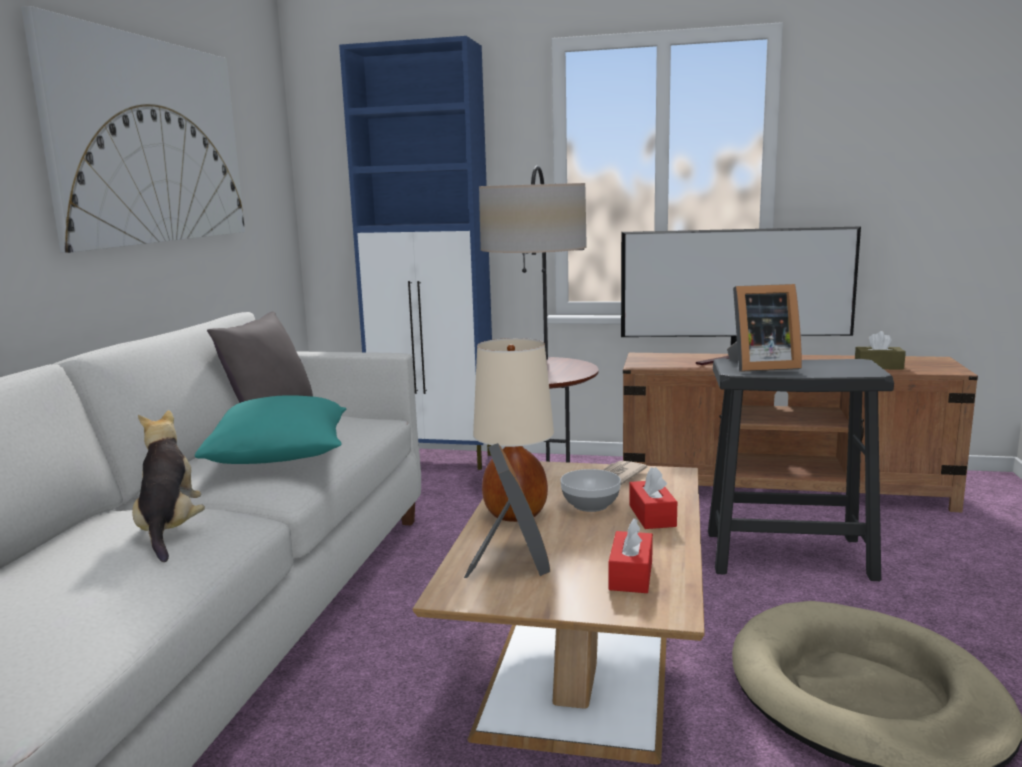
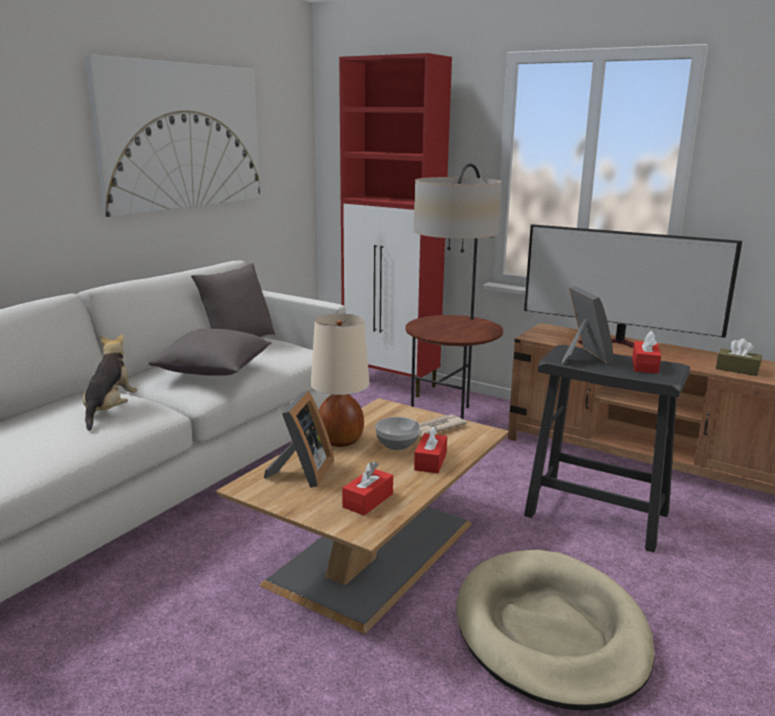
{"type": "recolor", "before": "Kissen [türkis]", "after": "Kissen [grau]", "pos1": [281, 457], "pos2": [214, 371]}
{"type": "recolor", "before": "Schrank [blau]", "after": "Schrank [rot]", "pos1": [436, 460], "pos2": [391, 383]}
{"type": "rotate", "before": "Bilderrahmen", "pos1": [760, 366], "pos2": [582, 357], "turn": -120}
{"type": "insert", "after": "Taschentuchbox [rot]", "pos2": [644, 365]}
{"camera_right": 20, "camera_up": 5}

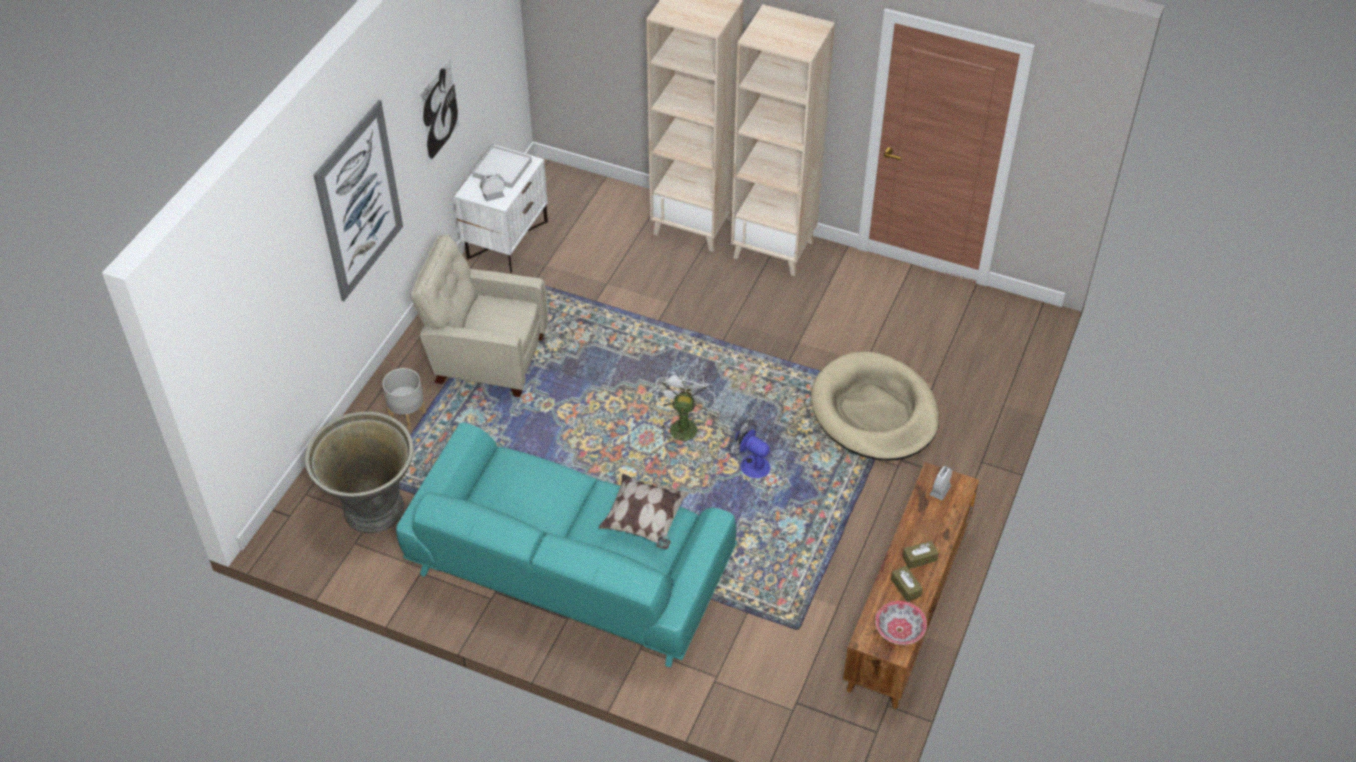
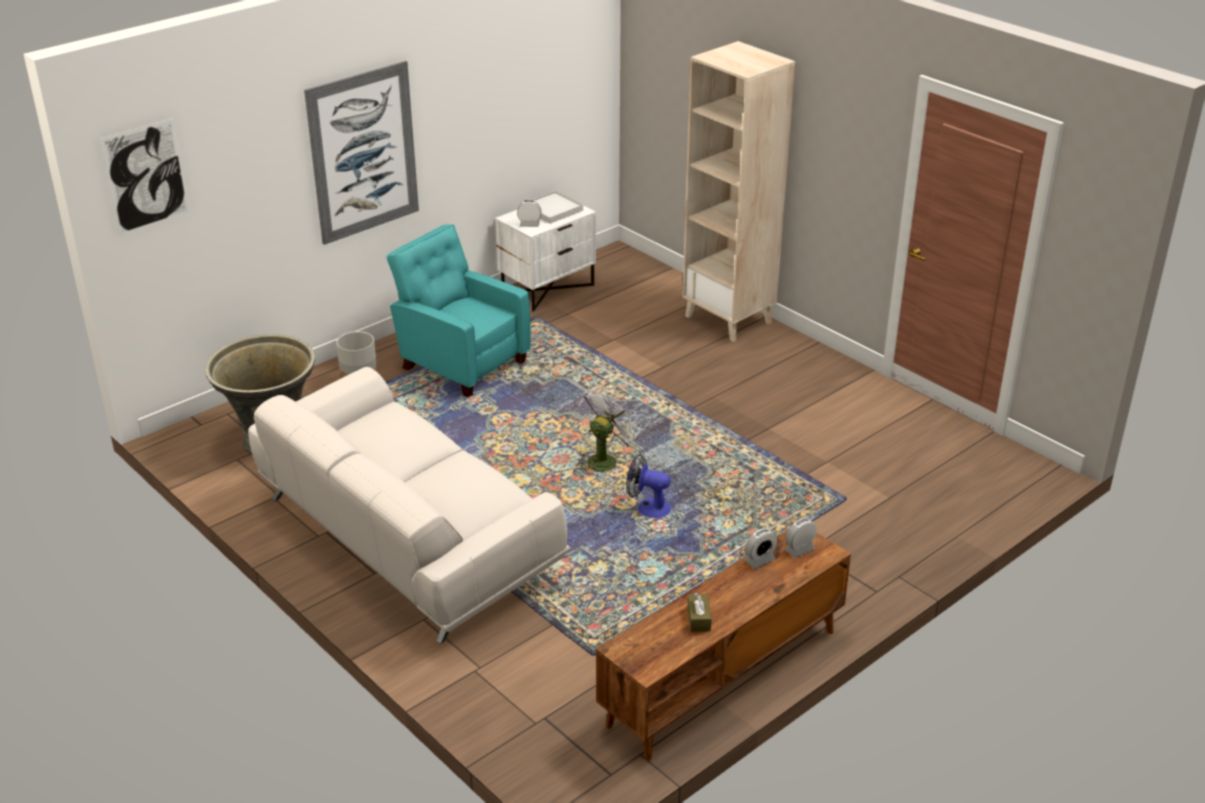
{"type": "recolor", "before": "Sofa [türkis]", "after": "Sofa [weiß]", "pos1": [569, 571], "pos2": [406, 537]}
{"type": "recolor", "before": "Sessel [beige]", "after": "Sessel [türkis]", "pos1": [486, 358], "pos2": [461, 363]}
{"type": "move", "before": "Bild", "pos1": [439, 110], "pos2": [146, 176]}
{"type": "delete", "before": "Kissen", "pos1": [644, 521]}
{"type": "rotate", "before": "Ventilator", "pos1": [750, 464], "pos2": [647, 507], "turn": -45}
{"type": "delete", "before": "Bücherregal [beige]", "pos1": [774, 249]}
{"type": "delete", "before": "Hundebett [beige]", "pos1": [874, 411]}
{"type": "delete", "before": "Schüssel", "pos1": [899, 629]}
{"type": "delete", "before": "Taschentuchbox [braun]", "pos1": [919, 558]}
{"type": "insert", "after": "Wecker", "pos2": [759, 560]}
{"camera_right": 25, "camera_up": -15}

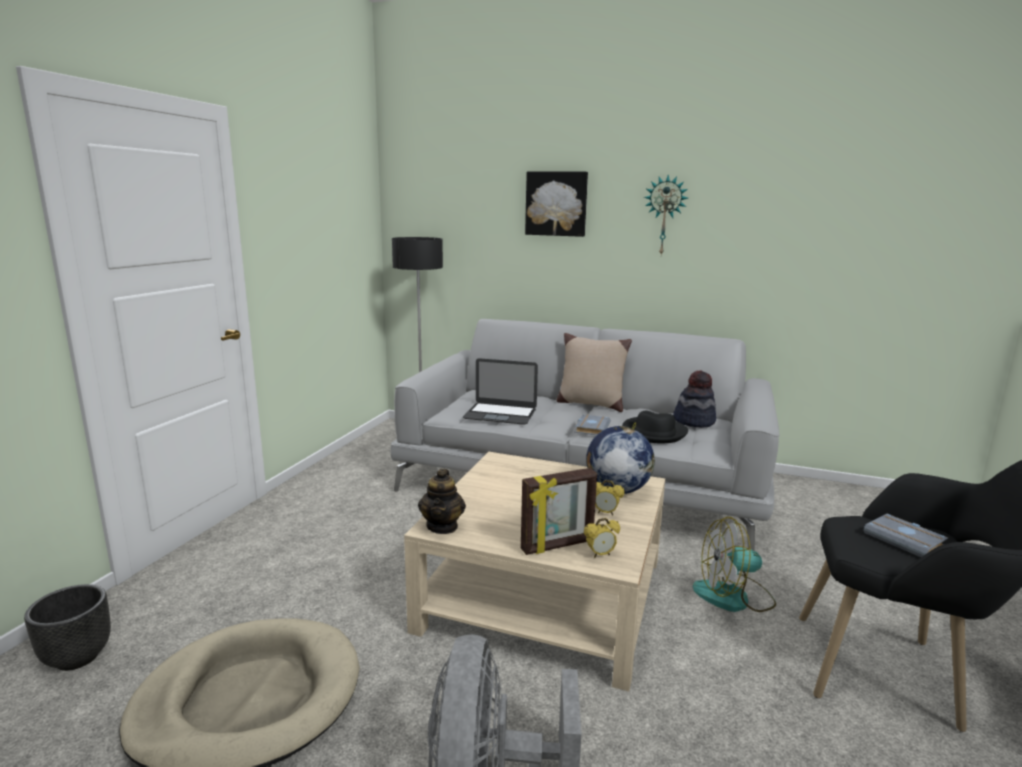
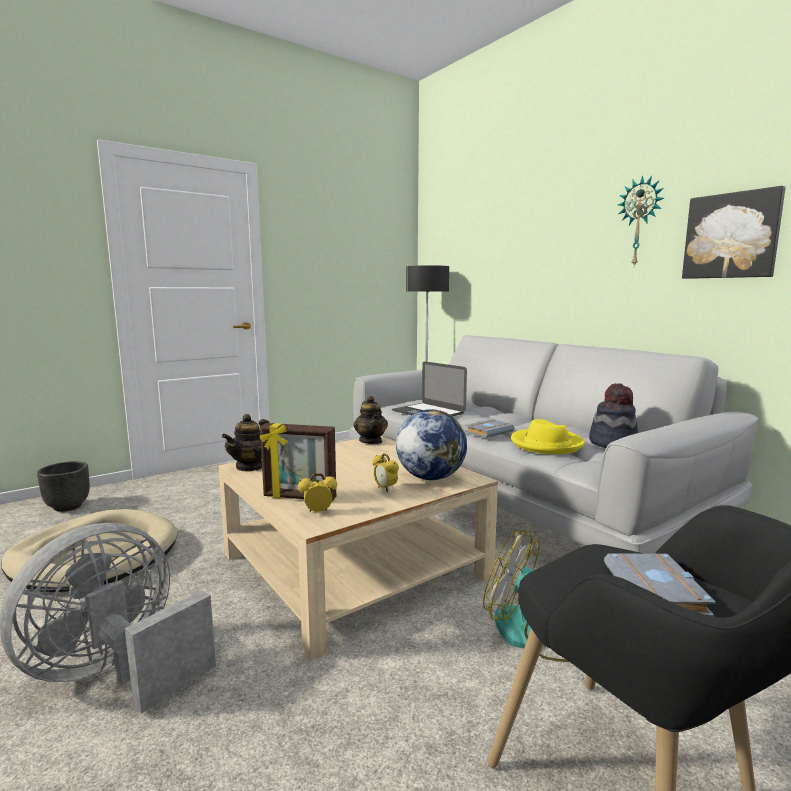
{"type": "move", "before": "Bild", "pos1": [556, 204], "pos2": [731, 236]}
{"type": "delete", "before": "Kissen [beige]", "pos1": [590, 404]}
{"type": "rotate", "before": "Wecker", "pos1": [600, 554], "pos2": [318, 512], "turn": 150}
{"type": "recolor", "before": "Hut [schwarz]", "after": "Hut [gelb]", "pos1": [653, 432], "pos2": [546, 444]}
{"type": "insert", "after": "Teekanne", "pos2": [371, 441]}
{"camera_right": 35, "camera_up": -5}

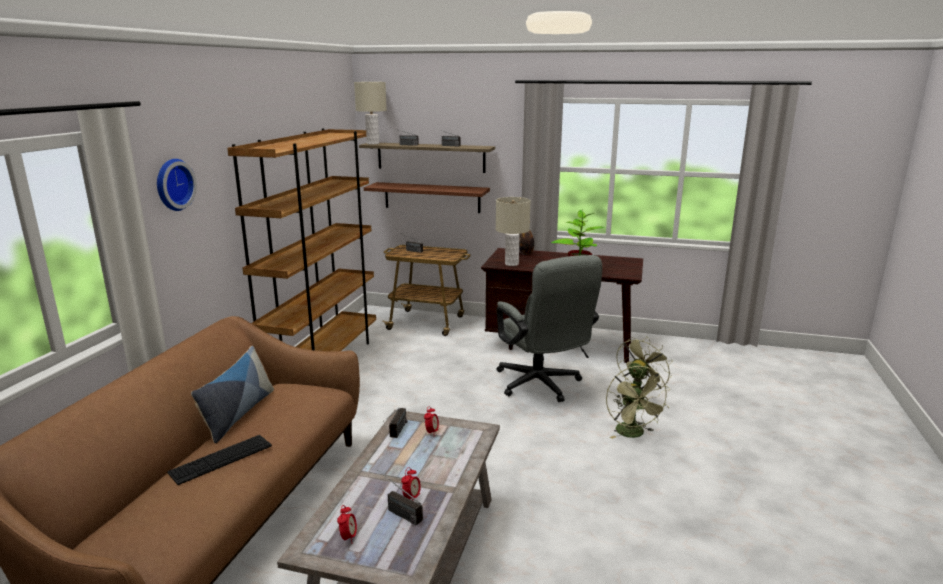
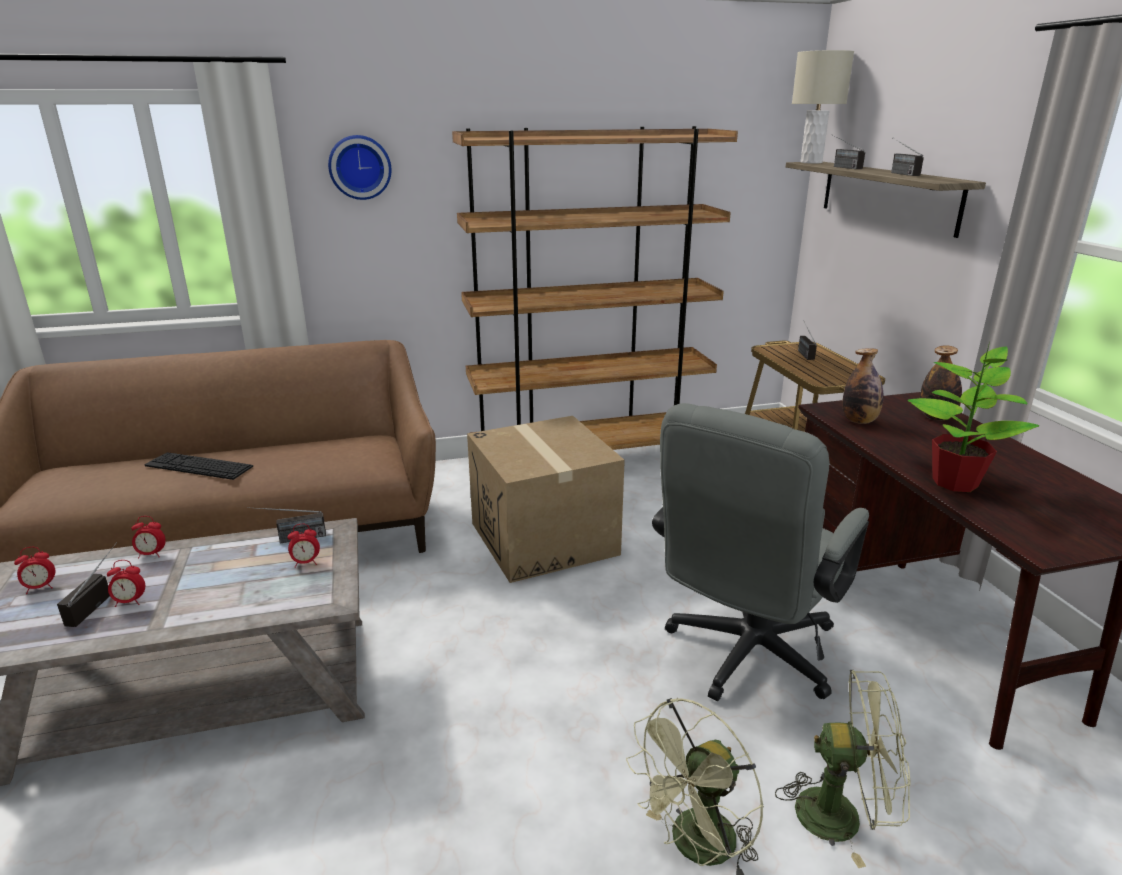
{"type": "delete", "before": "Kissen", "pos1": [238, 414]}
{"type": "delete", "before": "Wandregal [braun]", "pos1": [432, 197]}
{"type": "replace", "before": "Tischlampe [beige]", "after": "Flasche", "pos1": [512, 264], "pos2": [859, 421]}
{"type": "insert", "after": "Wecker", "pos2": [152, 554]}
{"type": "insert", "after": "Karton", "pos2": [544, 539]}
{"camera_right": 60, "camera_up": 5}

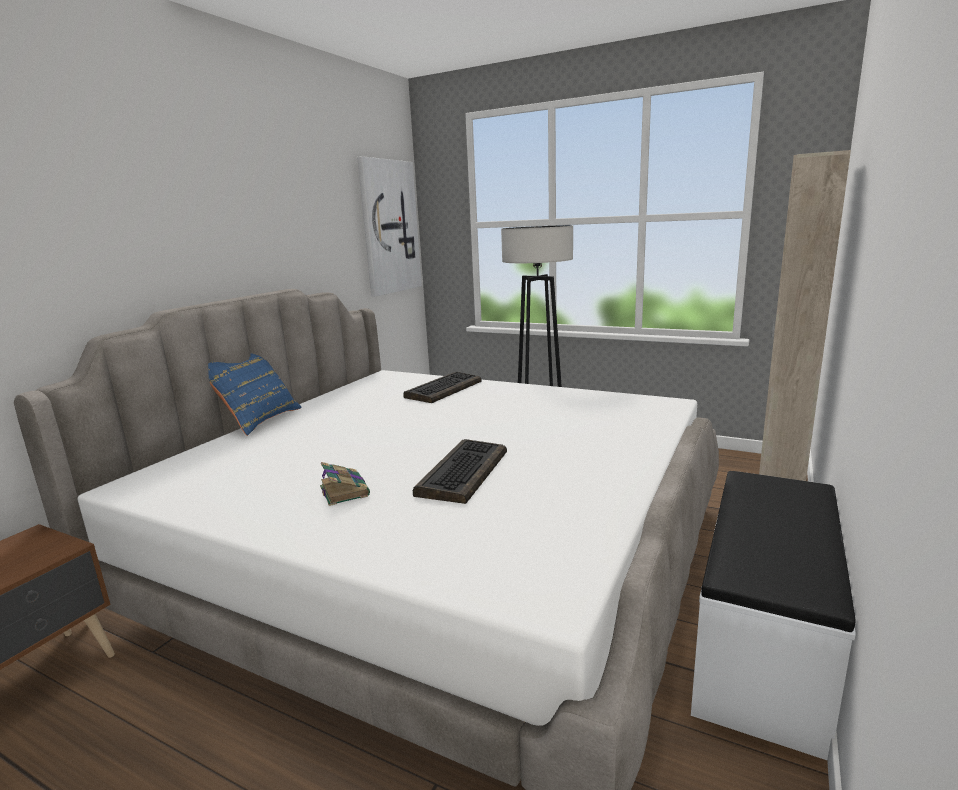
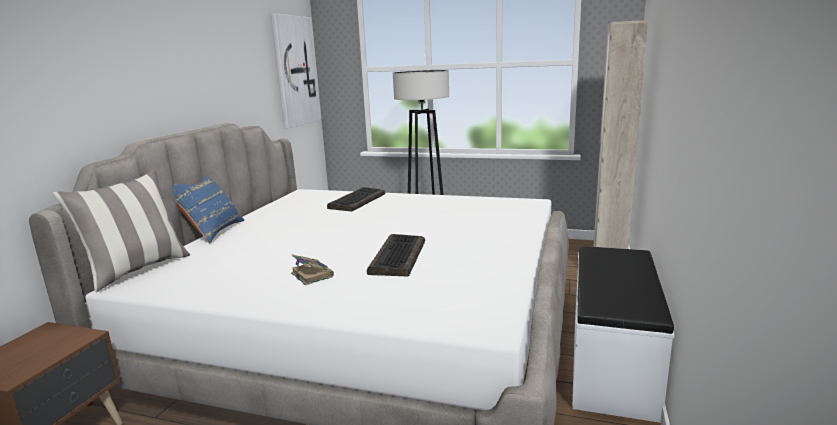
{"type": "insert", "after": "Kissen", "pos2": [137, 270]}
{"camera_right": -10, "camera_up": 0}

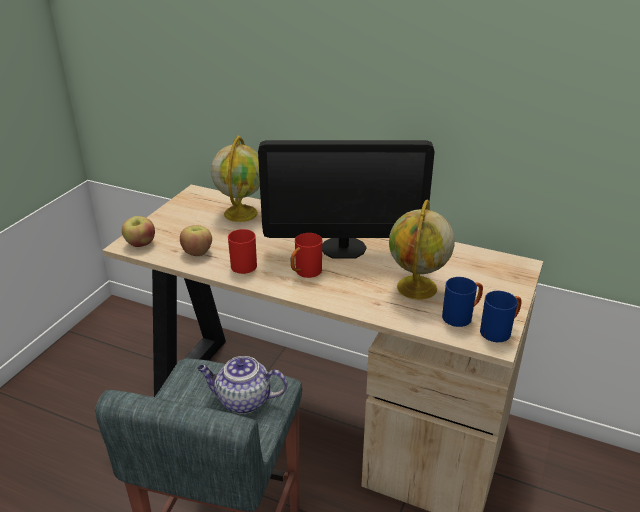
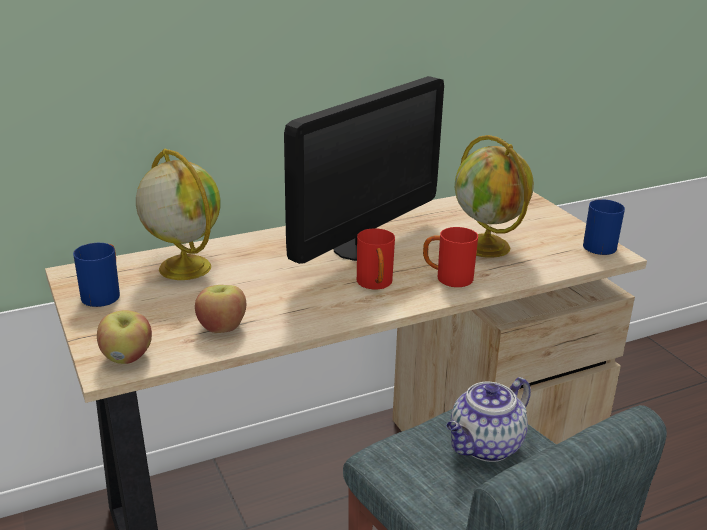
{"type": "move", "before": "Henkelbecher [rot]", "pos1": [241, 264], "pos2": [447, 278]}
{"type": "move", "before": "Henkelbecher [blau]", "pos1": [461, 316], "pos2": [104, 294]}
{"camera_right": -50, "camera_up": -5}

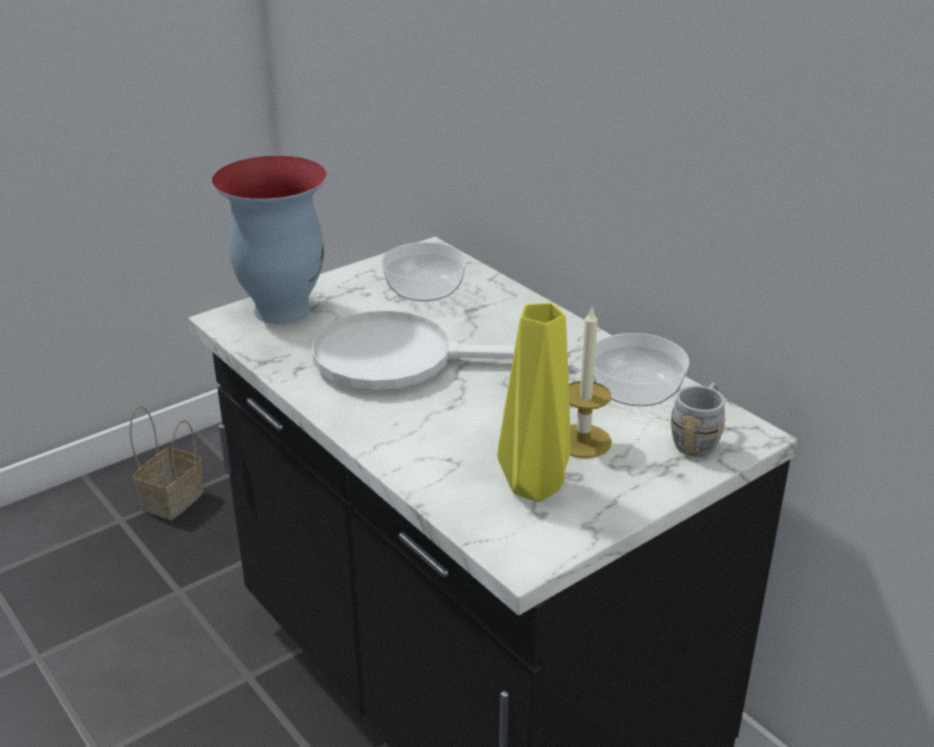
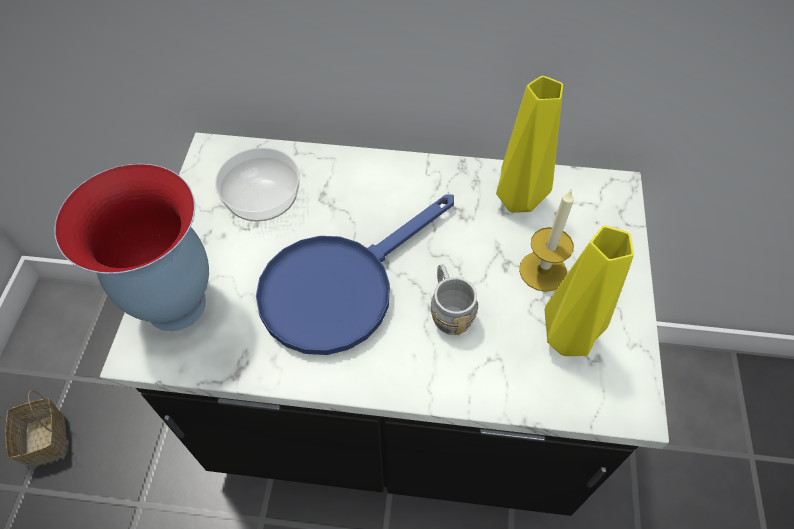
{"type": "recolor", "before": "Pfanne [weiß]", "after": "Pfanne [blau]", "pos1": [404, 360], "pos2": [340, 286]}
{"type": "replace", "before": "Schüssel", "after": "Vase [gelb]", "pos1": [634, 391], "pos2": [516, 199]}
{"type": "move", "before": "Henkelbecher [grau]", "pos1": [698, 439], "pos2": [448, 310]}
{"camera_right": -45, "camera_up": 25}

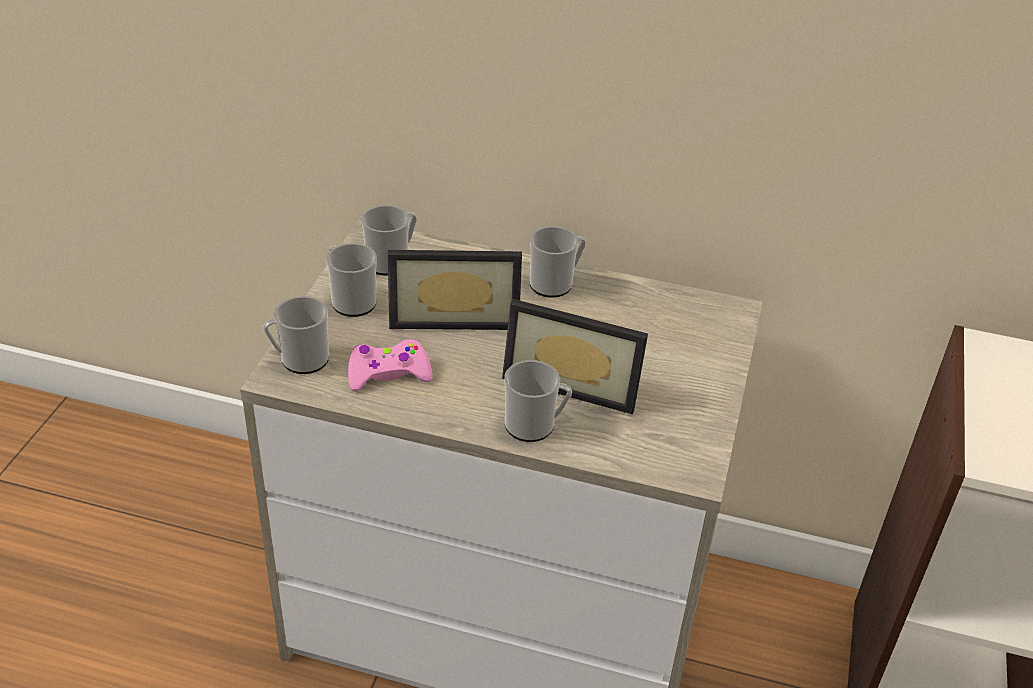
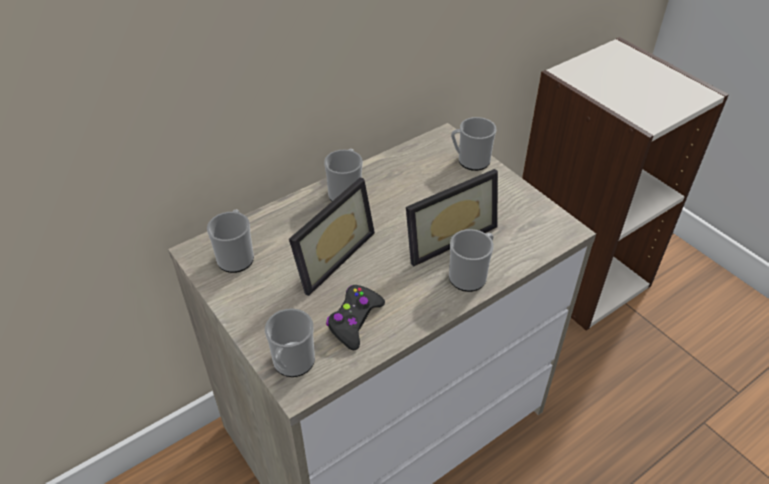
{"type": "move", "before": "Henkelbecher", "pos1": [351, 300], "pos2": [470, 161]}
{"type": "recolor", "before": "Gamepad [rosa]", "after": "Gamepad [schwarz]", "pos1": [388, 373], "pos2": [354, 321]}
{"camera_right": -50, "camera_up": 5}

